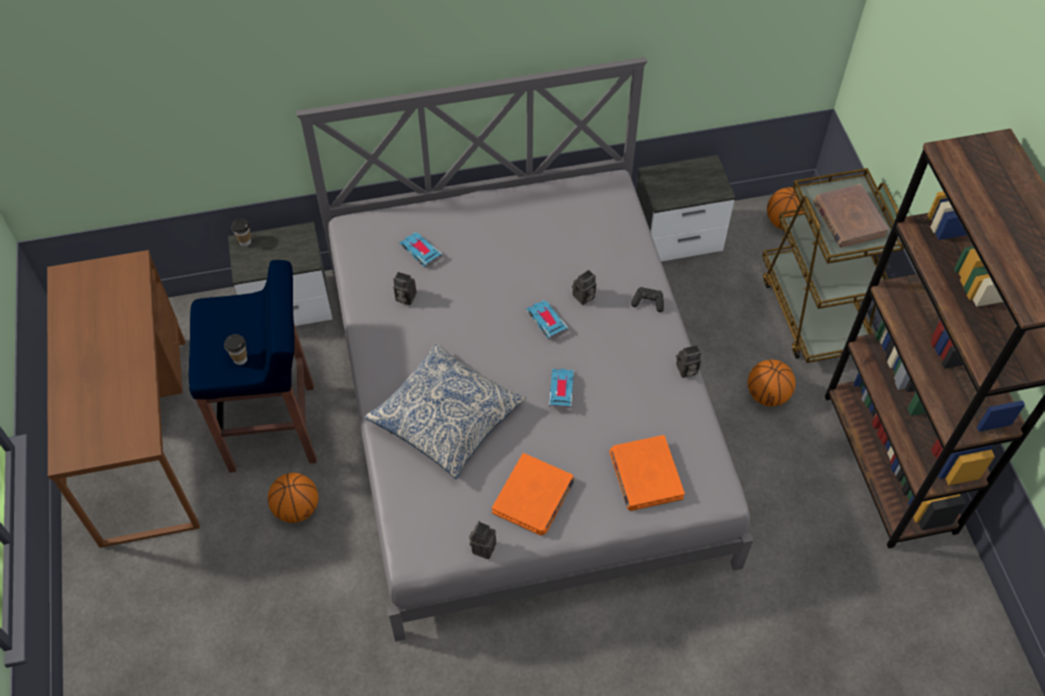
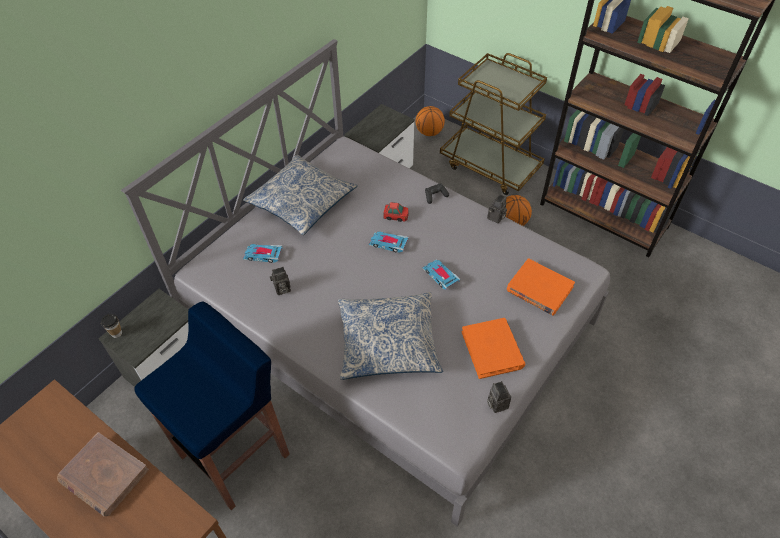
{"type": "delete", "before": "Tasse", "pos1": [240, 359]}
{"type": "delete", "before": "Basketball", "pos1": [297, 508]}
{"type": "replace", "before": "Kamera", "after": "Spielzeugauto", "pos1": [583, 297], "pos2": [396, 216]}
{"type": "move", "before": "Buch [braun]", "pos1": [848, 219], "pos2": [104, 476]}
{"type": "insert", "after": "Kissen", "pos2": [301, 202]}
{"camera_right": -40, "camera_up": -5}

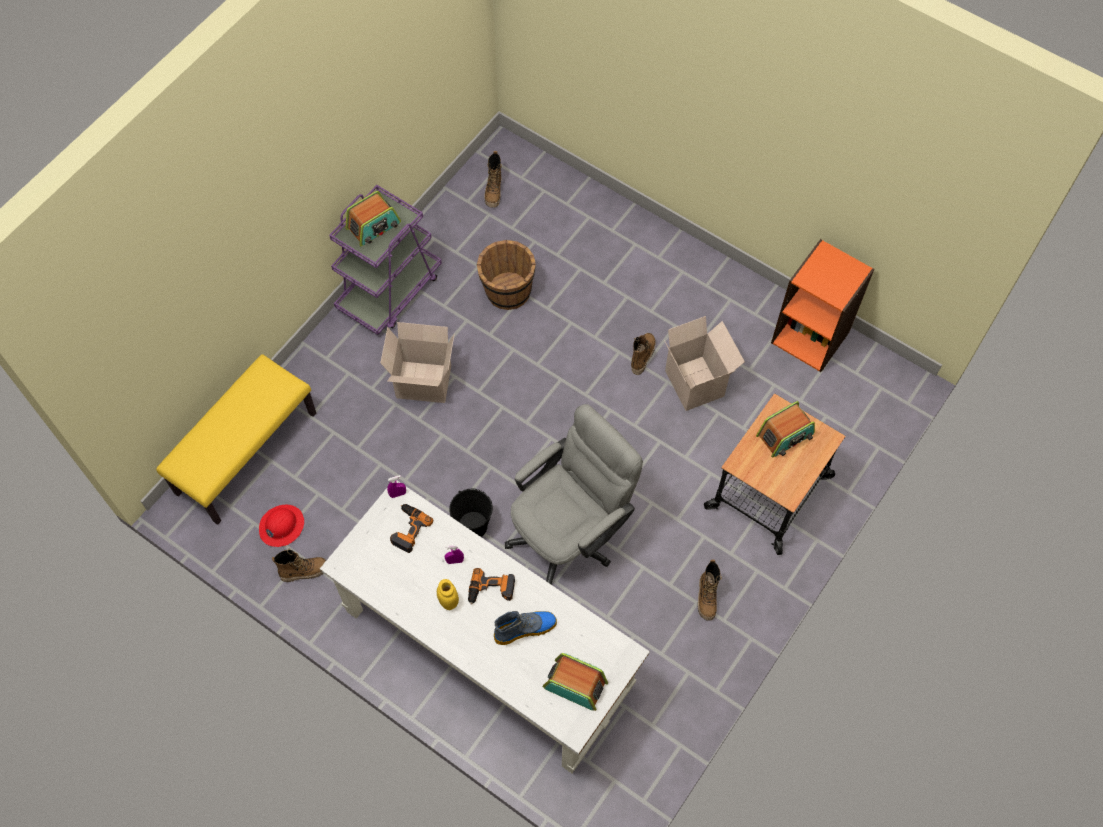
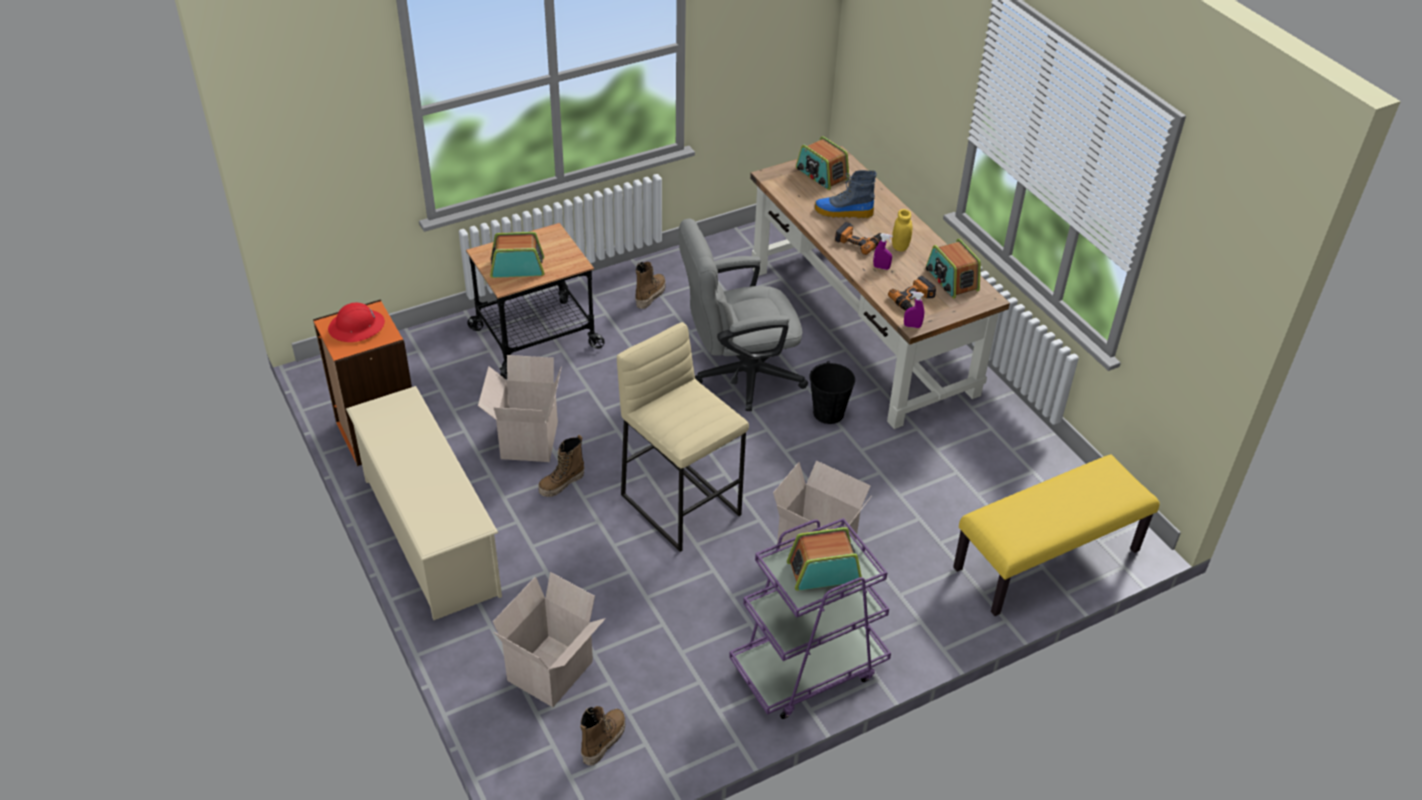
{"type": "move", "before": "Schutzhelm [rot]", "pos1": [281, 526], "pos2": [357, 327]}
{"type": "delete", "before": "Stiefel", "pos1": [304, 571]}
{"type": "recolor", "before": "Schreibtisch [weiß]", "after": "Schreibtisch [braun]", "pos1": [486, 648], "pos2": [862, 330]}
{"type": "delete", "before": "Eimer [braun]", "pos1": [507, 291]}
{"type": "insert", "after": "Schuhregal [beige]", "pos2": [430, 535]}
{"type": "insert", "after": "Karton", "pos2": [551, 673]}
{"type": "insert", "after": "Hocker [beige]", "pos2": [682, 504]}
{"type": "insert", "after": "Radio", "pos2": [951, 280]}
{"camera_right": -155, "camera_up": -20}

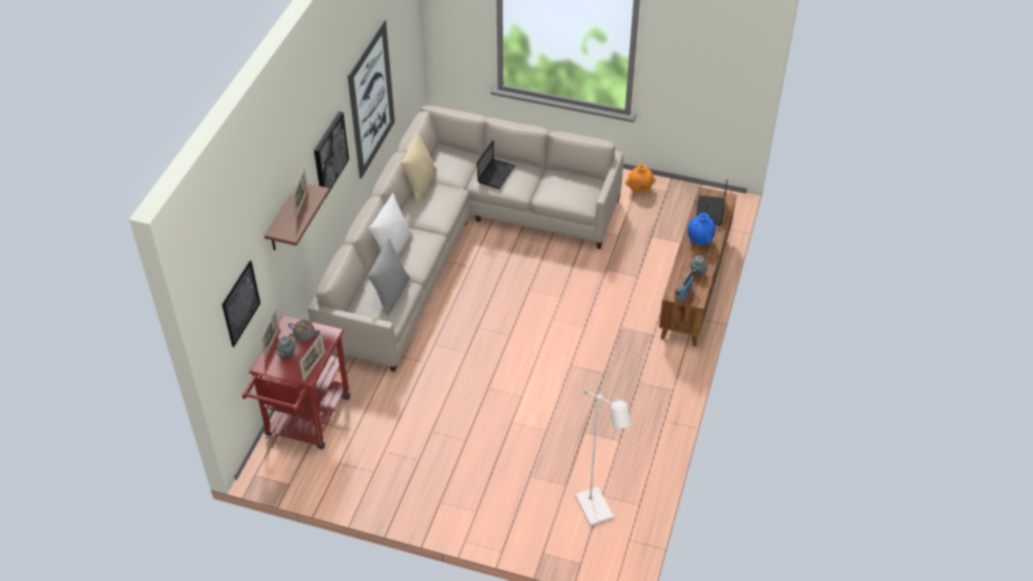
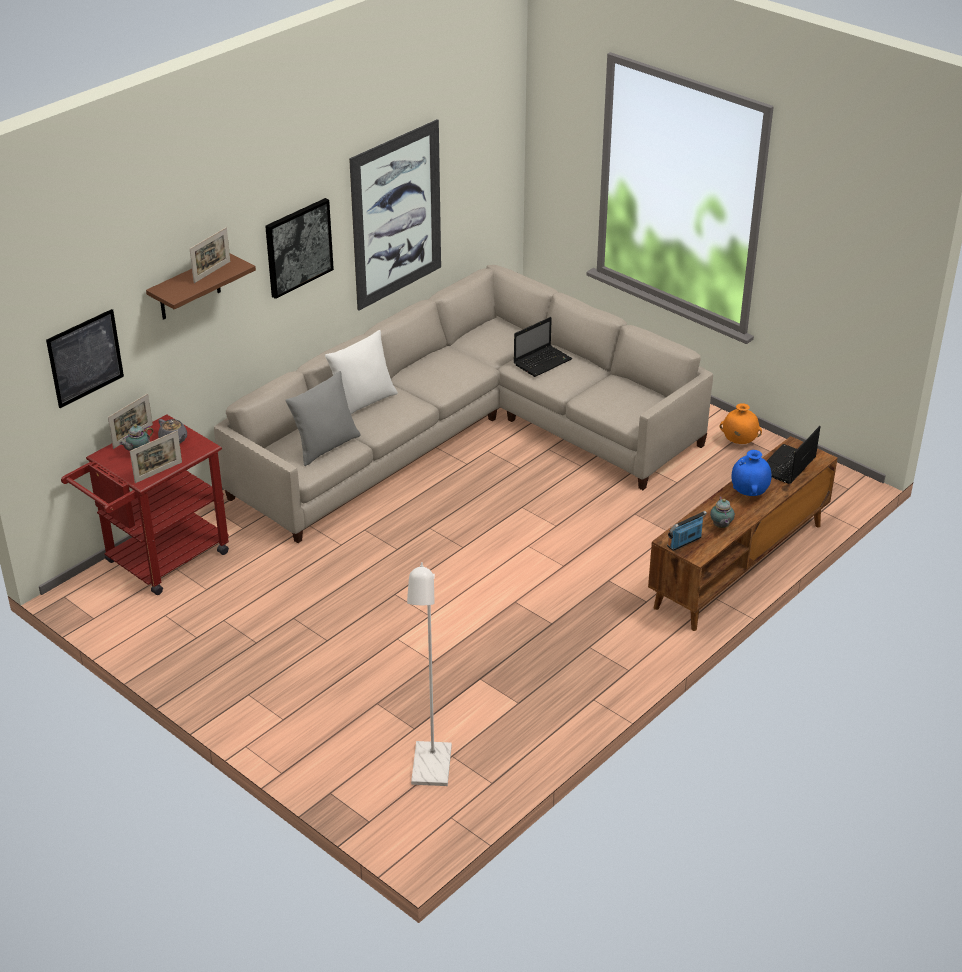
{"type": "delete", "before": "Kissen [beige]", "pos1": [420, 185]}
{"camera_right": 25, "camera_up": -10}

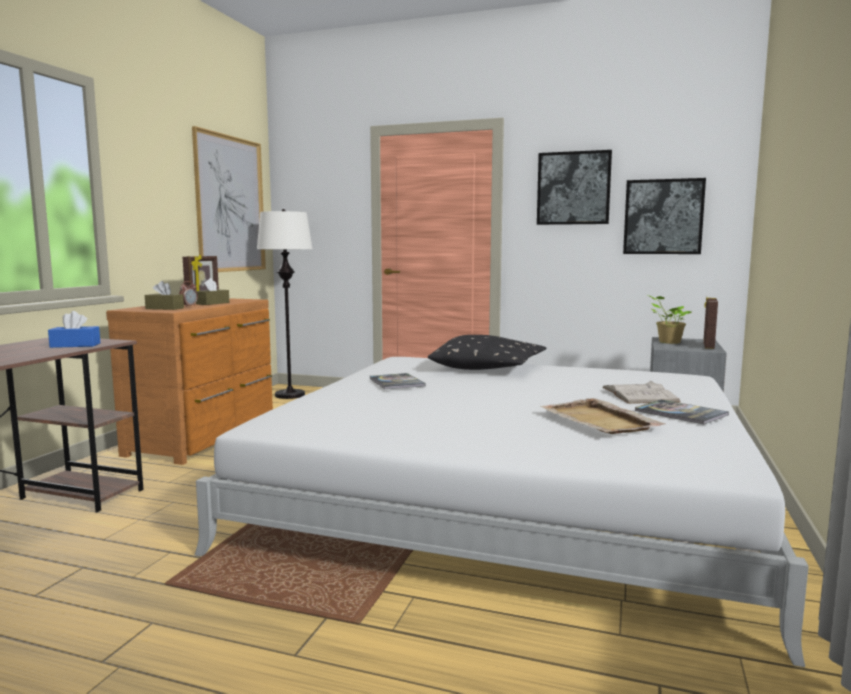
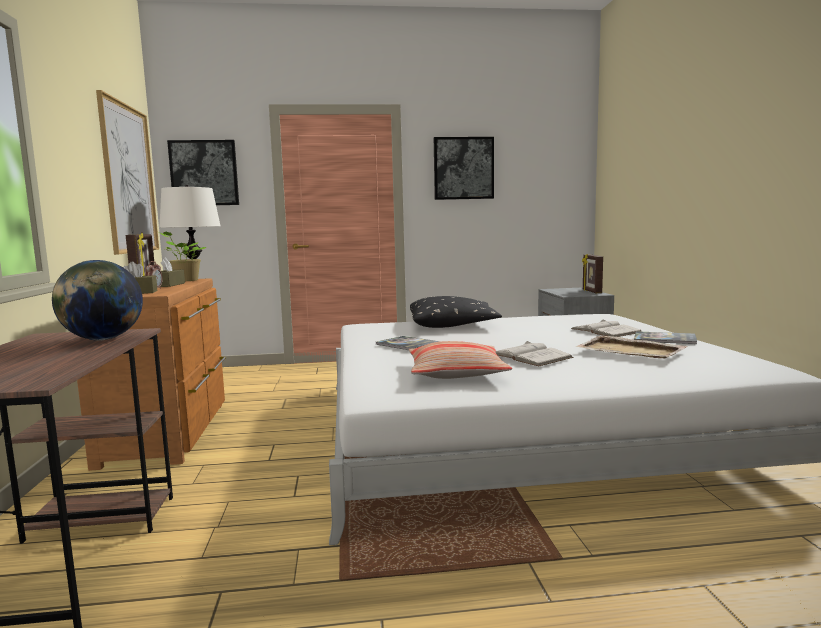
{"type": "replace", "before": "Taschentuchbox [blau]", "after": "Globus", "pos1": [75, 345], "pos2": [103, 339]}
{"type": "move", "before": "Bild", "pos1": [663, 217], "pos2": [204, 173]}
{"type": "move", "before": "Topfpflanze", "pos1": [667, 342], "pos2": [185, 280]}
{"type": "insert", "after": "Kissen", "pos2": [456, 373]}
{"type": "insert", "after": "Buch [weiß]", "pos2": [530, 356]}
{"camera_right": -25, "camera_up": 0}

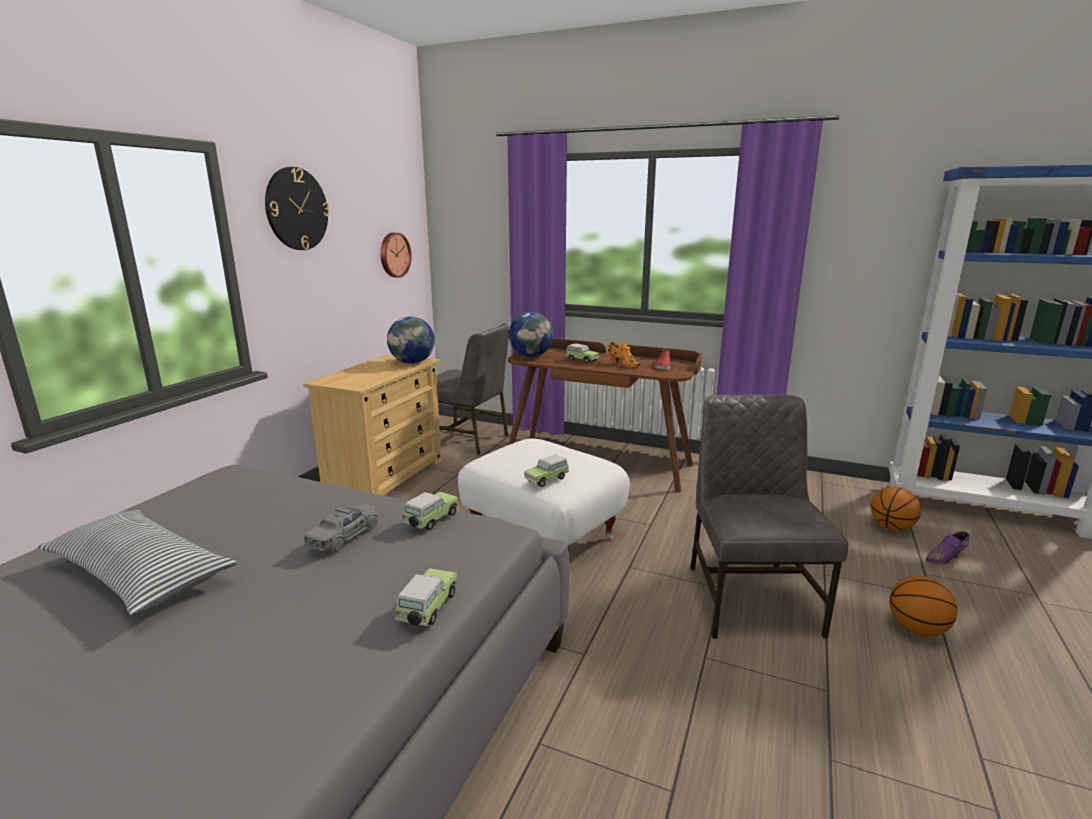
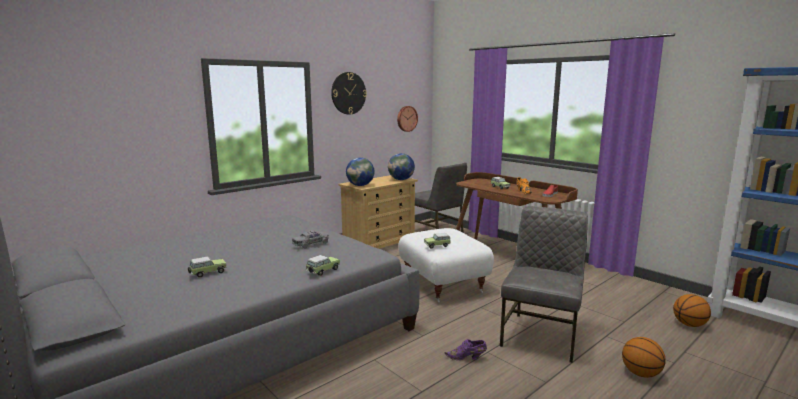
{"type": "delete", "before": "Kissen", "pos1": [140, 575]}
{"type": "move", "before": "Spielzeugauto", "pos1": [430, 520], "pos2": [207, 273]}
{"type": "move", "before": "Globus", "pos1": [531, 356], "pos2": [360, 185]}
{"type": "move", "before": "Schuh [lila]", "pos1": [946, 558], "pos2": [466, 358]}
{"camera_right": 25, "camera_up": -5}

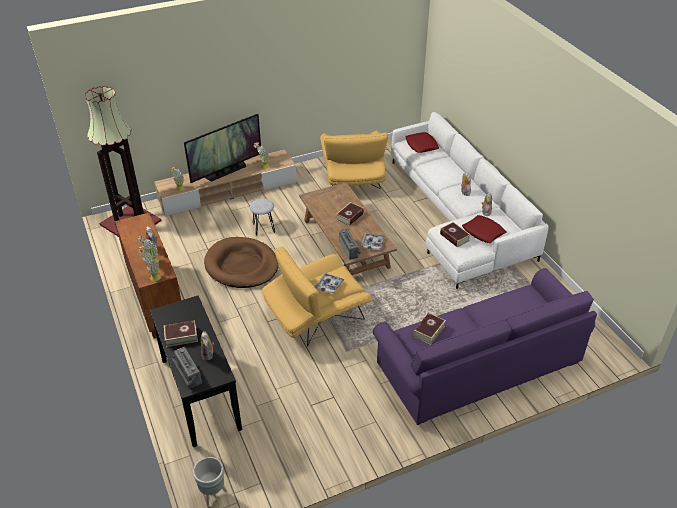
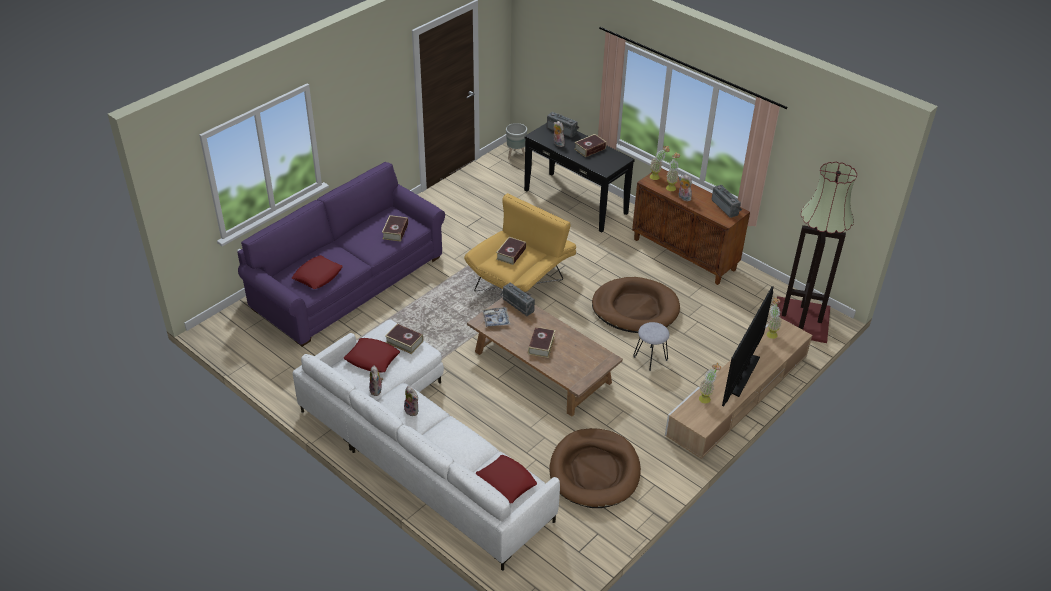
{"type": "replace", "before": "Tablett", "after": "Buch", "pos1": [329, 285], "pos2": [511, 254]}
{"type": "replace", "before": "Sessel [gelb]", "after": "Hundebett [braun]", "pos1": [353, 178], "pos2": [594, 471]}
{"type": "insert", "after": "Kissen [rot]", "pos2": [318, 276]}
{"type": "insert", "after": "Radio", "pos2": [726, 207]}
{"camera_right": 155, "camera_up": 0}

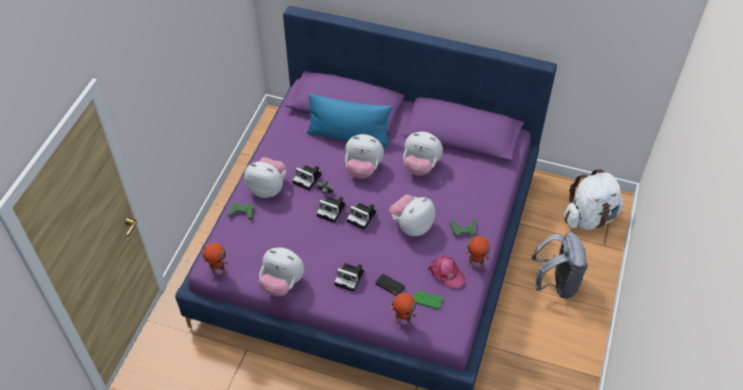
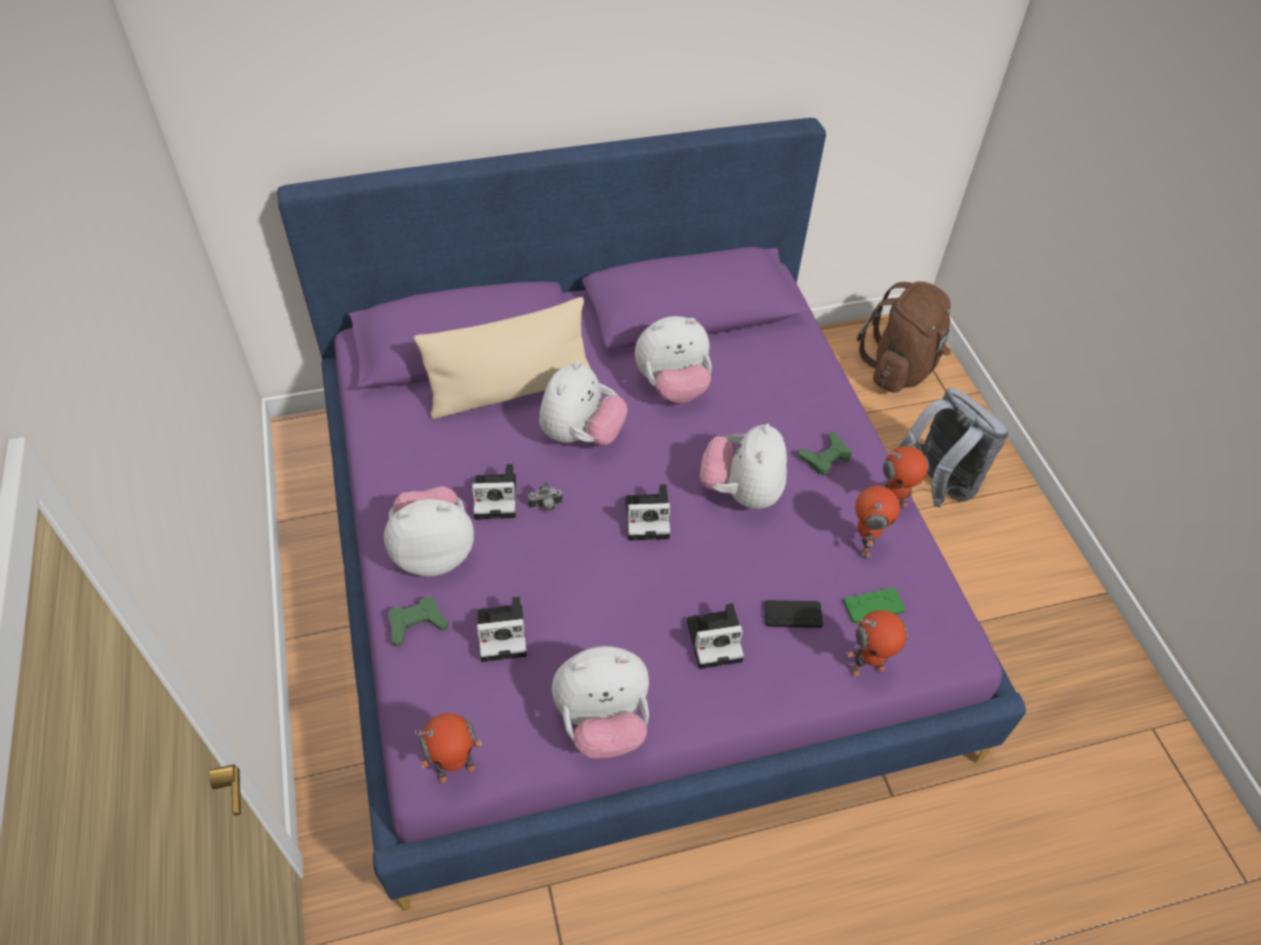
{"type": "recolor", "before": "Kissen [blau]", "after": "Kissen [beige]", "pos1": [349, 135], "pos2": [511, 390]}
{"type": "move", "before": "Kamera", "pos1": [332, 210], "pos2": [504, 633]}
{"type": "rotate", "before": "Plüschtier", "pos1": [363, 169], "pos2": [581, 435], "turn": -45}
{"type": "replace", "before": "Kappe [rosa]", "after": "Spielzeugroboter", "pos1": [446, 273], "pos2": [863, 543]}
{"type": "recolor", "before": "Rucksack [weiß]", "after": "Rucksack [braun]", "pos1": [589, 218], "pos2": [900, 368]}
{"camera_right": -35, "camera_up": 0}

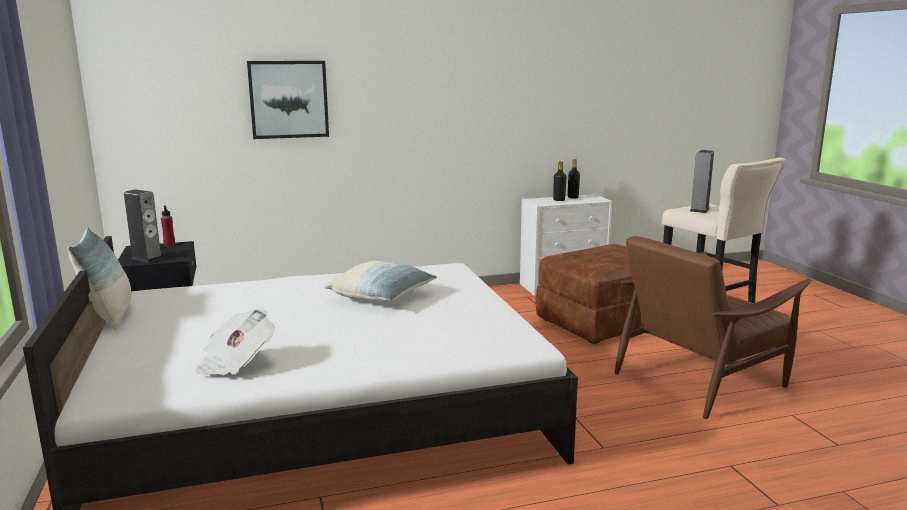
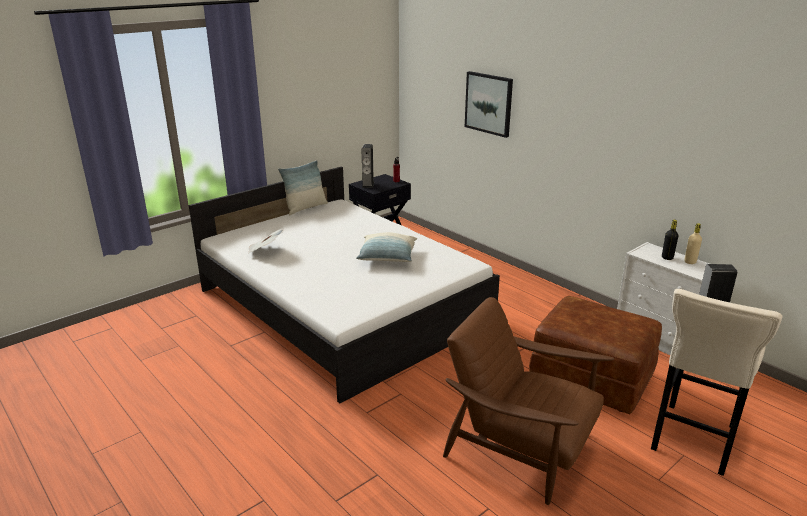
{"type": "recolor", "before": "Flasche [schwarz]", "after": "Flasche [beige]", "pos1": [573, 197], "pos2": [690, 262]}
{"camera_right": 65, "camera_up": 10}

